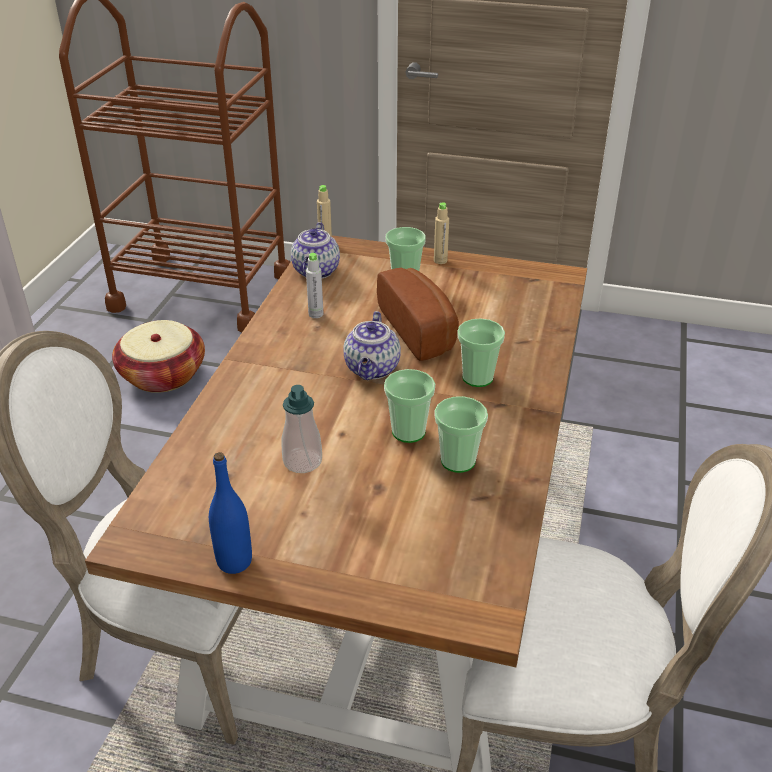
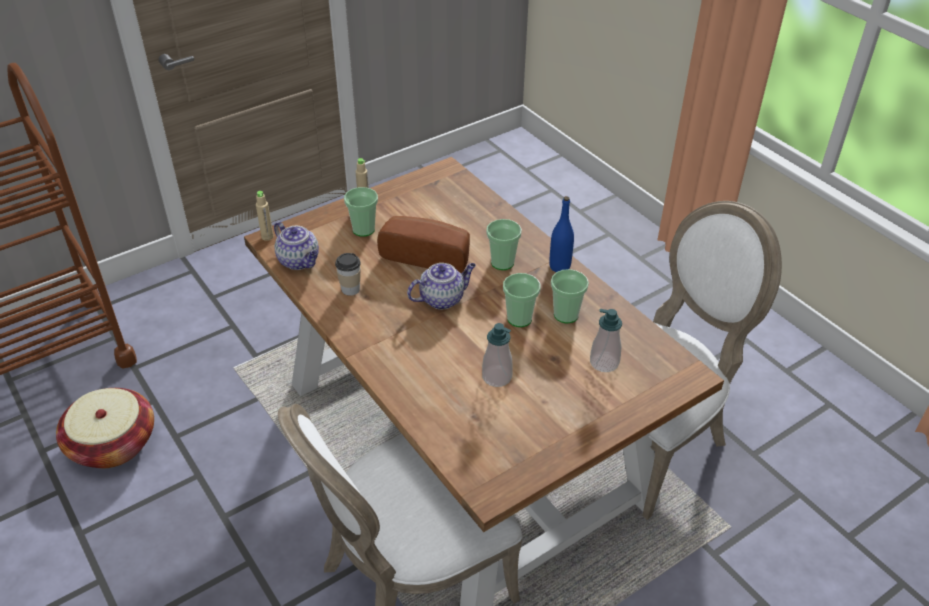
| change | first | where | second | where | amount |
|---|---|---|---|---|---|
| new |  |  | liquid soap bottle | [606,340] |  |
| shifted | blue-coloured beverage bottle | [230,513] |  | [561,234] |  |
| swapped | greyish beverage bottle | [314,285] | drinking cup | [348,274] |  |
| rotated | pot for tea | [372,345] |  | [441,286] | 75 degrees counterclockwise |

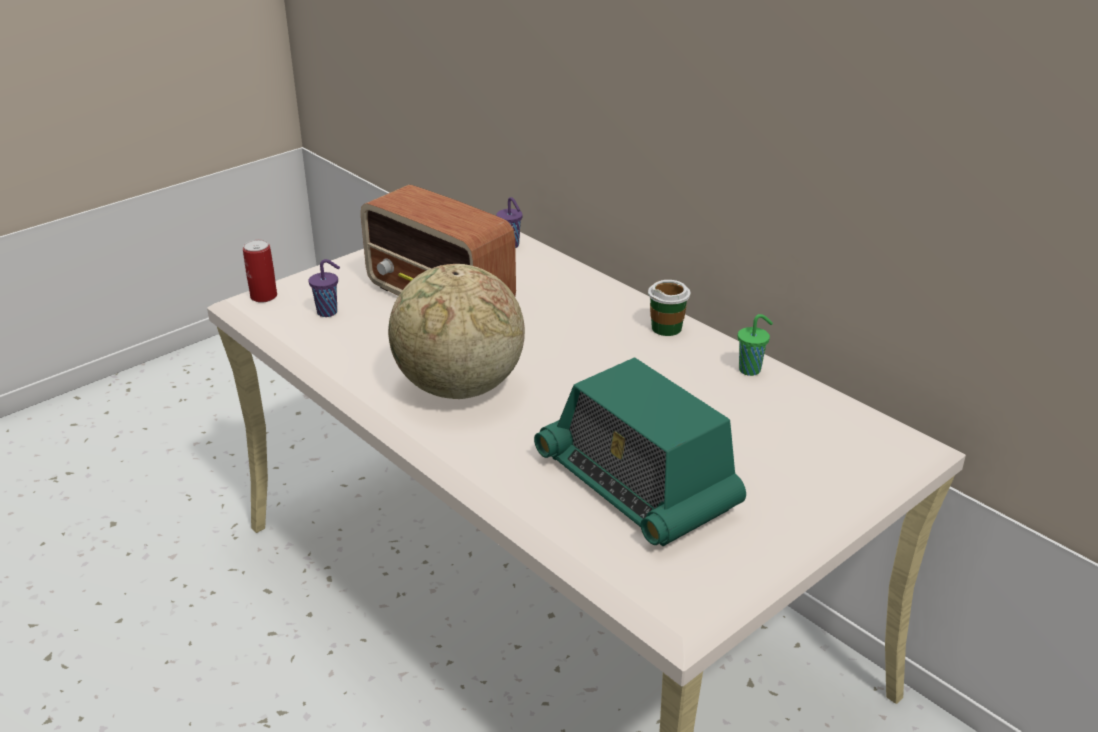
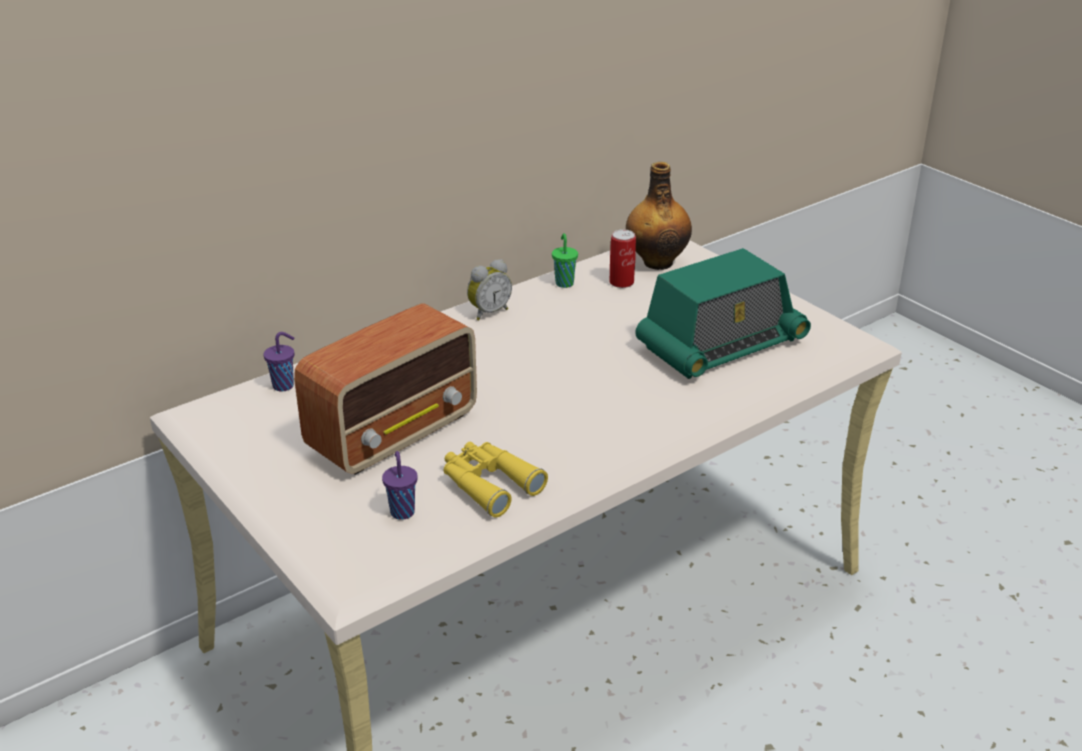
| change | first | where | second | where | amount |
|---|---|---|---|---|---|
| gone | globe | [456,331] |  |  |  |
| new |  |  | yellowish pair of binoculars | [495,480] |  |
| new |  |  | beverage bottle | [659,216] |  |
| shifted | sealed can | [260,271] |  | [622,258] |  |
| swapped | drinking cup | [669,308] | alarm clock | [489,289] |  |

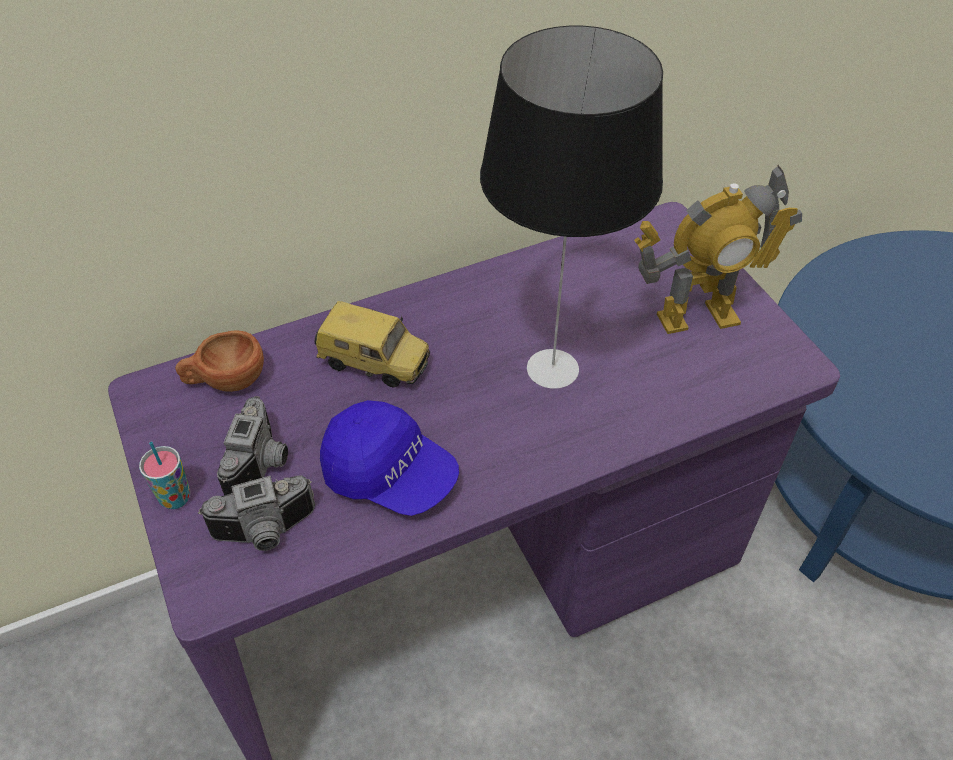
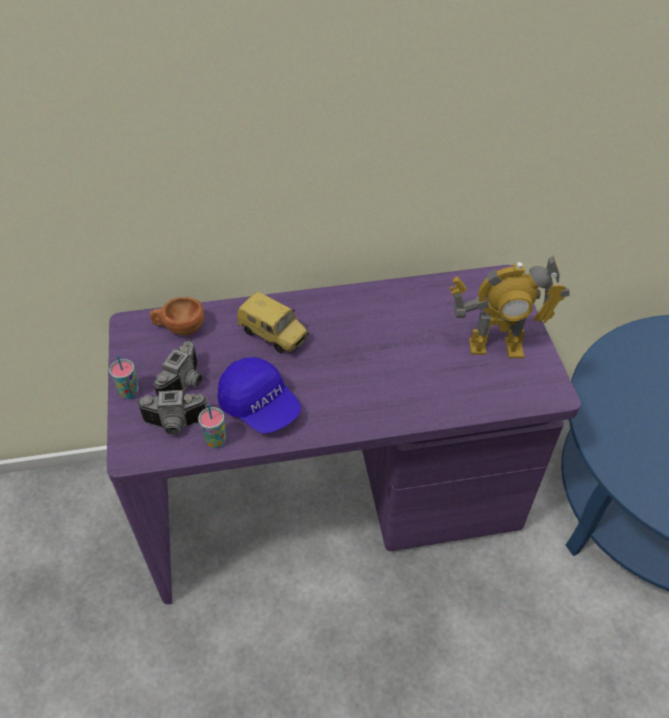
| change | first | where | second | where | amount |
|---|---|---|---|---|---|
| gone | tabletop lamp | [571,207] |  |  |  |
| new |  |  | drinking cup | [212,426] |  |

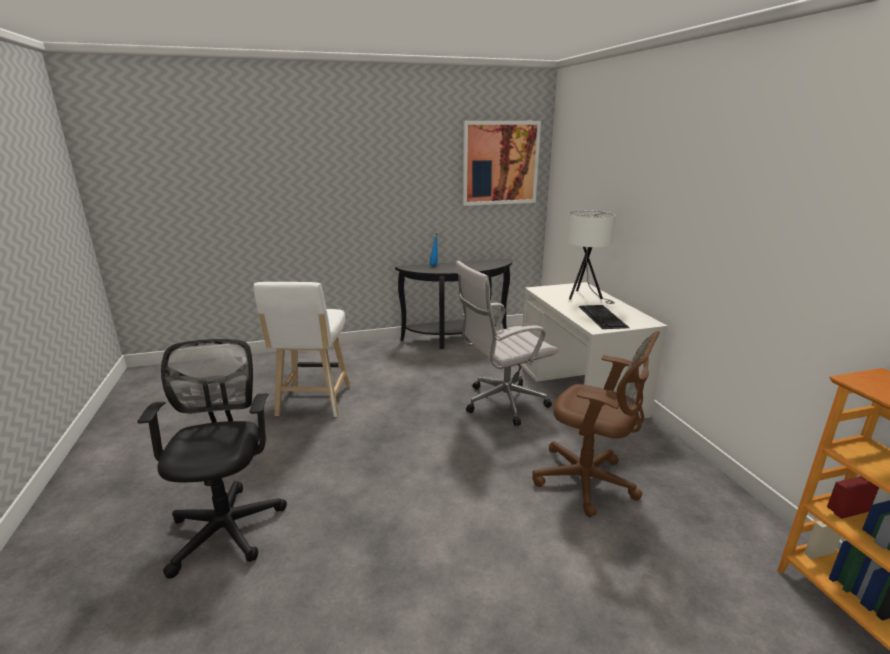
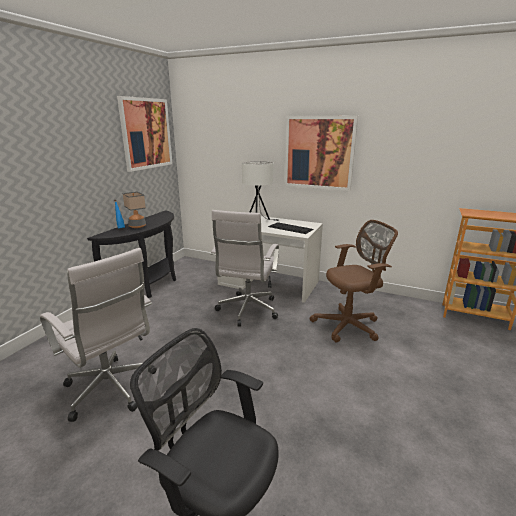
| change | first | where | second | where | amount |
|---|---|---|---|---|---|
| new |  |  | tabletop lamp | [134,210] |  |
| new |  |  | wall picture | [321,153] |  |
| swapped | white-coloured stool | [302,349] | white-coloured computer chair | [98,335] |  |

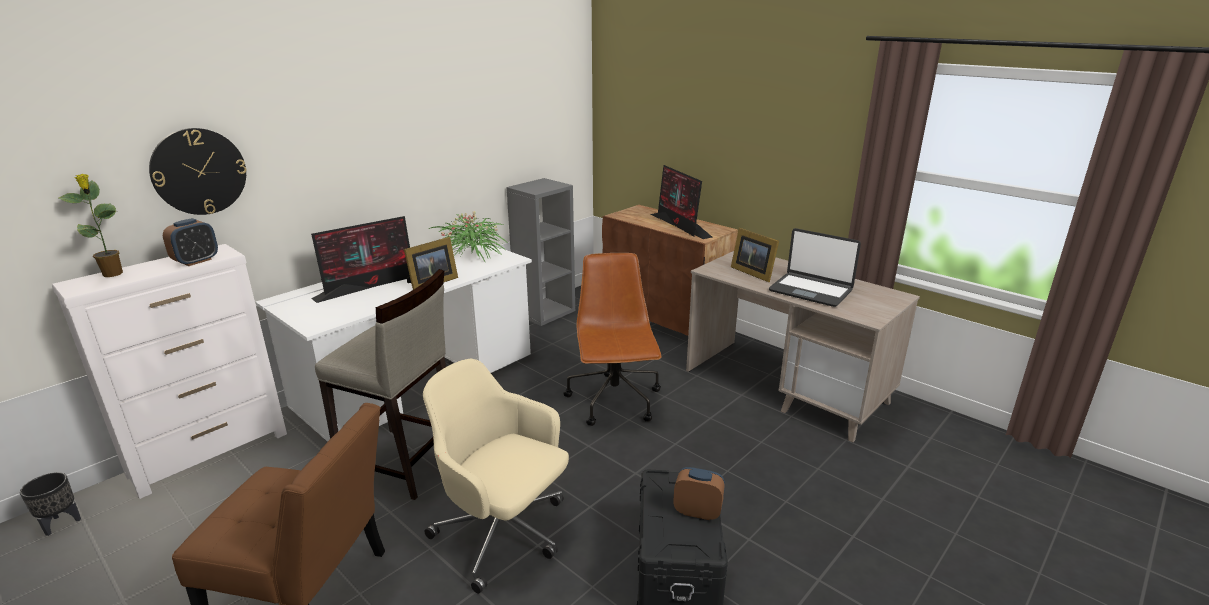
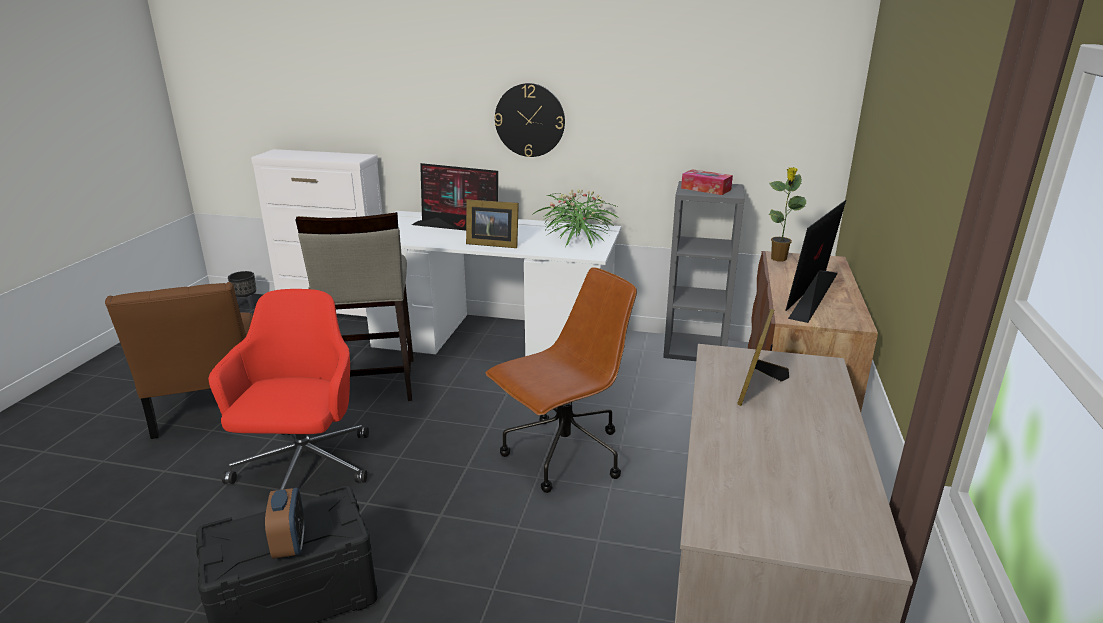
| change | first | where | second | where | amount |
|---|---|---|---|---|---|
| gone | alarm clock | [190,242] |  |  |  |
| gone | portable computer | [815,267] |  |  |  |
| new |  |  | tissue holder | [707,182] |  |
| shifted | potted plant | [91,225] |  | [787,214] |  |
| shifted | wall clock | [197,171] |  | [530,120] |  |
| repainted | beige computer chair | [496,476] | reddish computer chair | [288,389] |  |

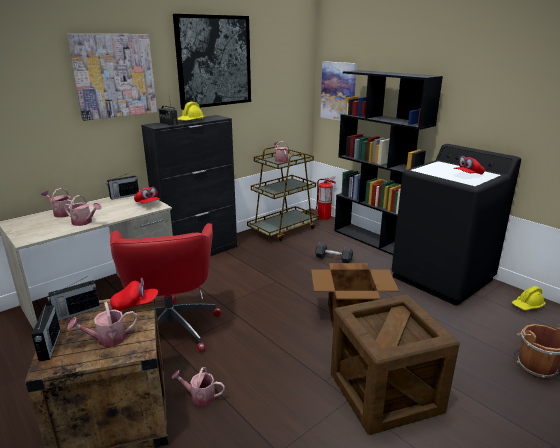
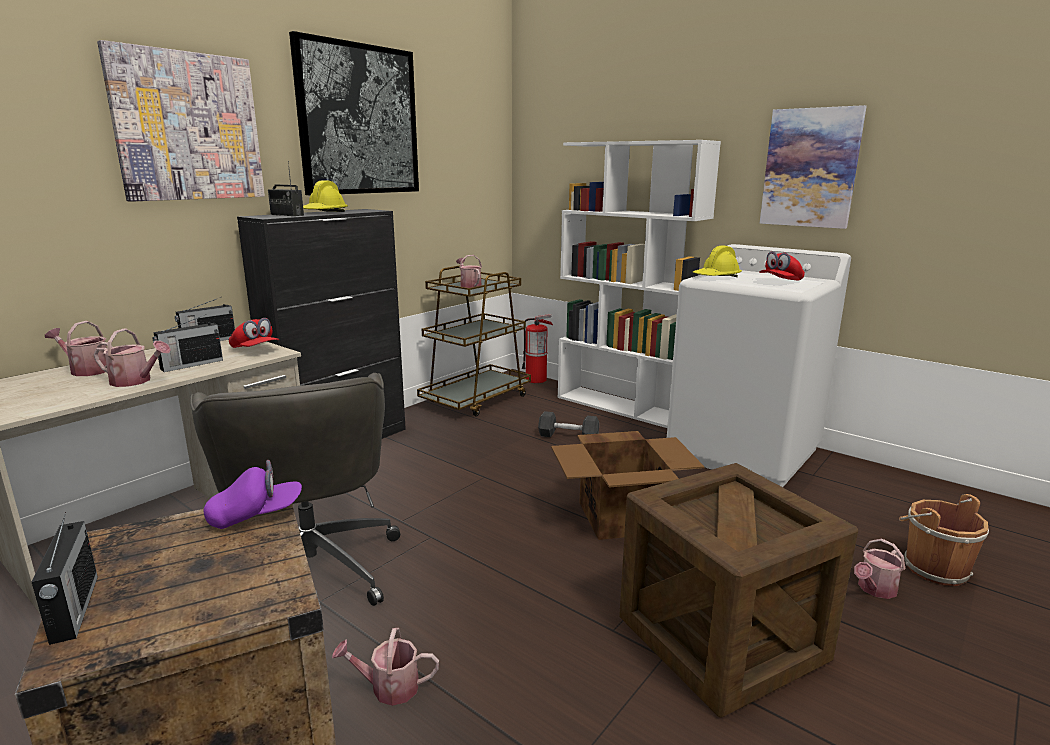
| change | first | where | second | where | amount |
|---|---|---|---|---|---|
| shifted | radio | [73,299] |  | [187,343] |  |
| shifted | watering pot | [102,324] |  | [879,569] |  |
| shifted | wall picture | [338,91] |  | [813,167] |  |
| shifted | yellowish safety helmet | [529,298] |  | [717,261] |  |
| repainted | reddish computer chair | [165,287] | greyish computer chair | [295,489] |  |
| repainted | reddish peaked cap | [134,294] | purplish peaked cap | [253,494] |  |
| repainted | black shelving unit | [388,162] | white-coloured shelving unit | [639,284] |  |
| repainted | black laundry appliance | [456,225] | white-coloured laundry appliance | [759,365] |  |

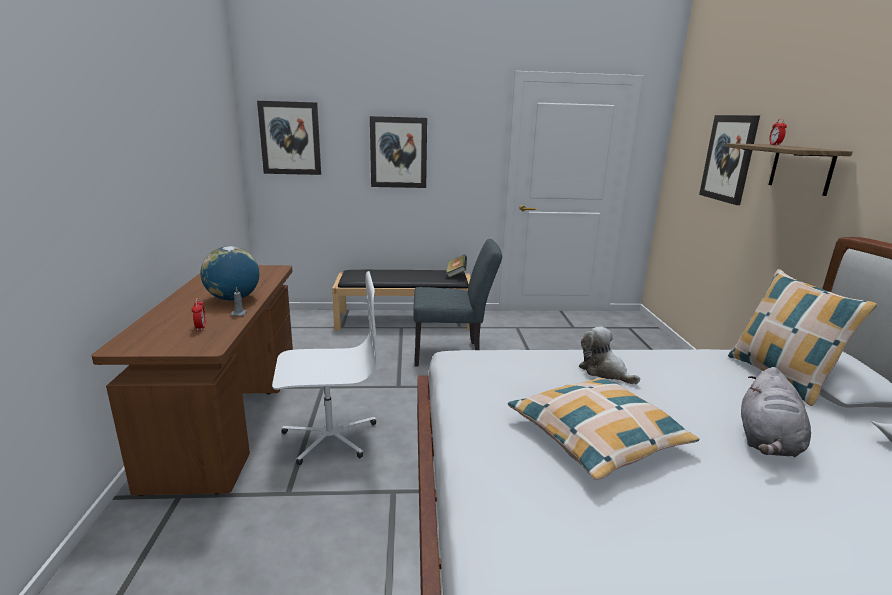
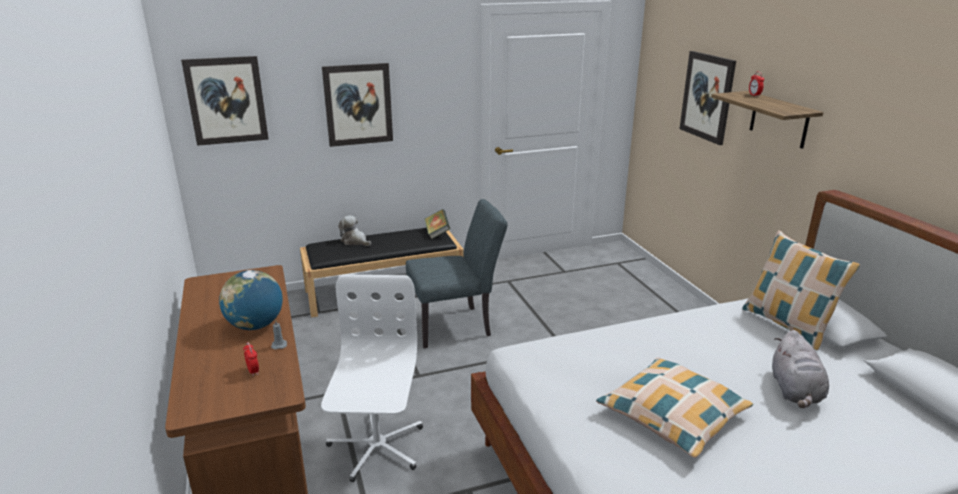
| change | first | where | second | where | amount |
|---|---|---|---|---|---|
| shifted | cuddly toy | [609,355] |  | [354,230] |  |
| rotated | white-coloured computer chair | [325,368] |  | [372,378] | 60 degrees counterclockwise |

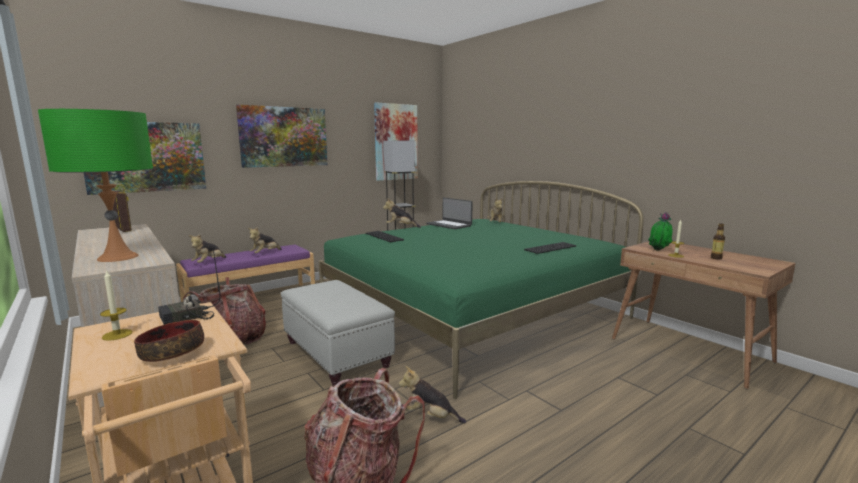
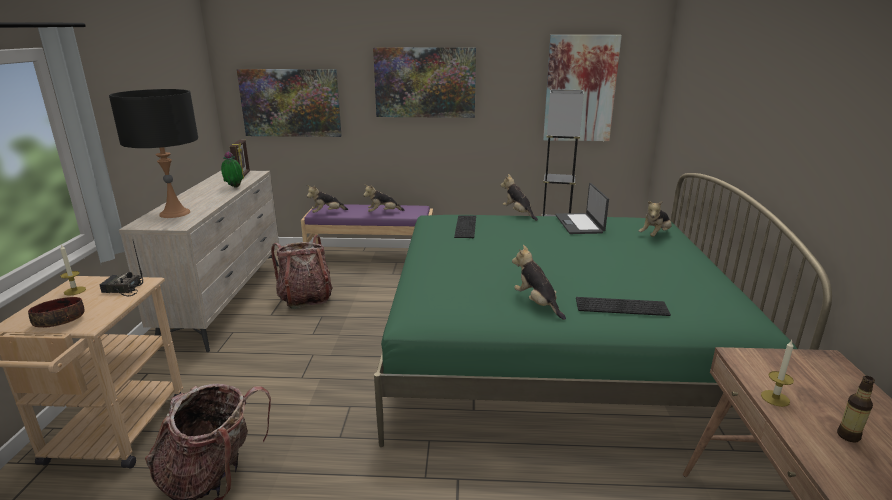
| change | first | where | second | where | amount |
|---|---|---|---|---|---|
| gone | white-coloured ottoman | [338,333] |  |  |  |
| shifted | cuddly toy | [432,394] |  | [539,282] |  |
| shifted | potted plant | [660,231] |  | [232,169] |  |
| repainted | green-coloured tabletop lamp | [95,185] | black tabletop lamp | [153,153] |  |

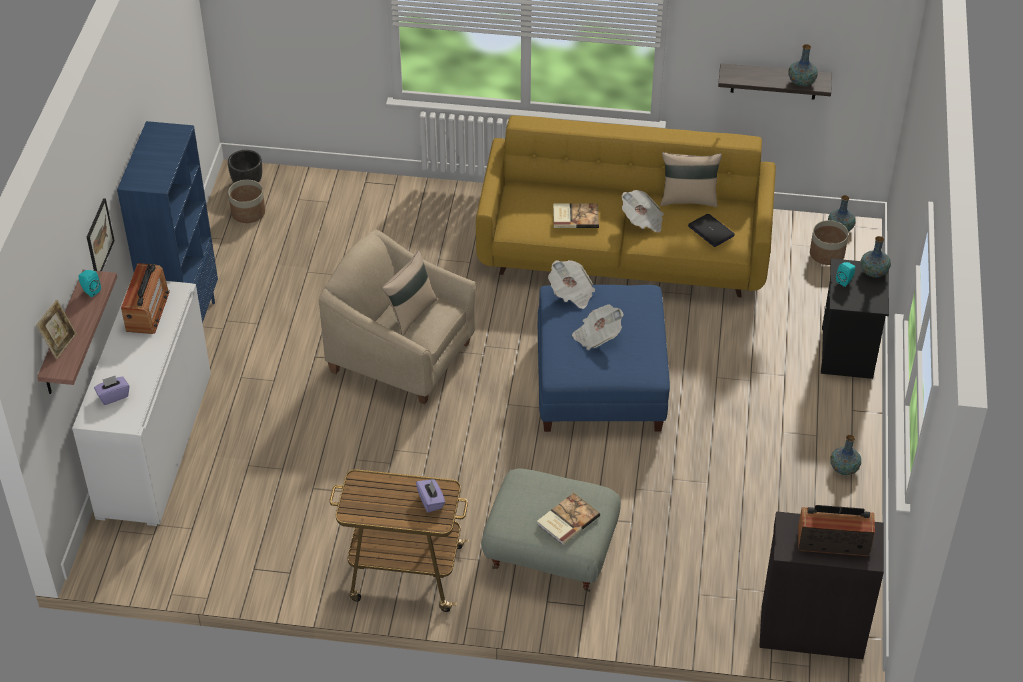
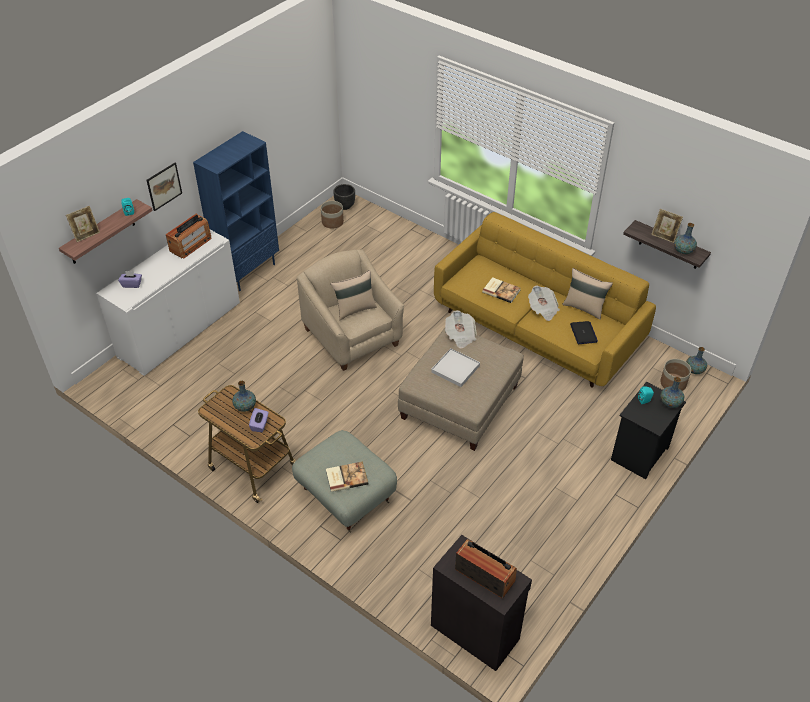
| change | first | where | second | where | amount |
|---|---|---|---|---|---|
| new |  |  | picture frame | [667,226] |  |
| shifted | decorative vase | [845,455] |  | [244,396] |  |
| swapped | printed paper | [598,327] | white-coloured carrying tray | [455,367] |  |
| repainted | blue-coloured ottoman | [604,358] | beige ottoman | [461,389] |  |

